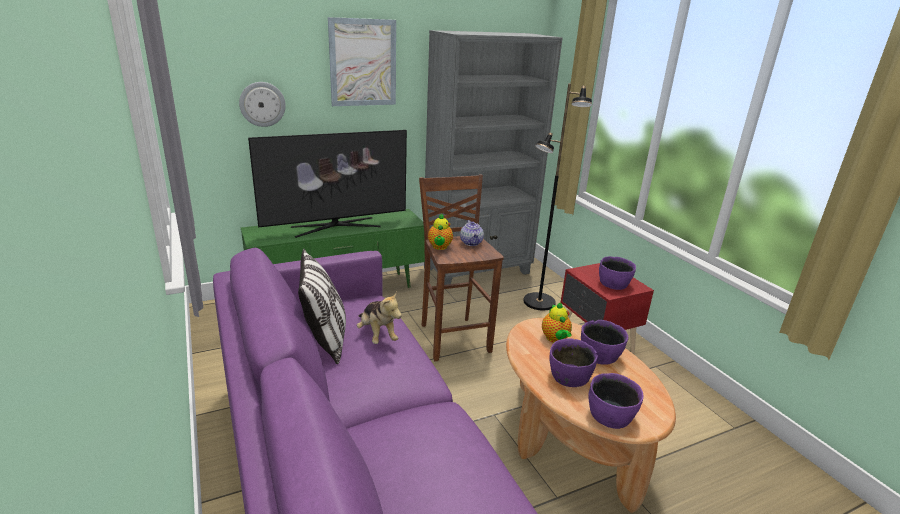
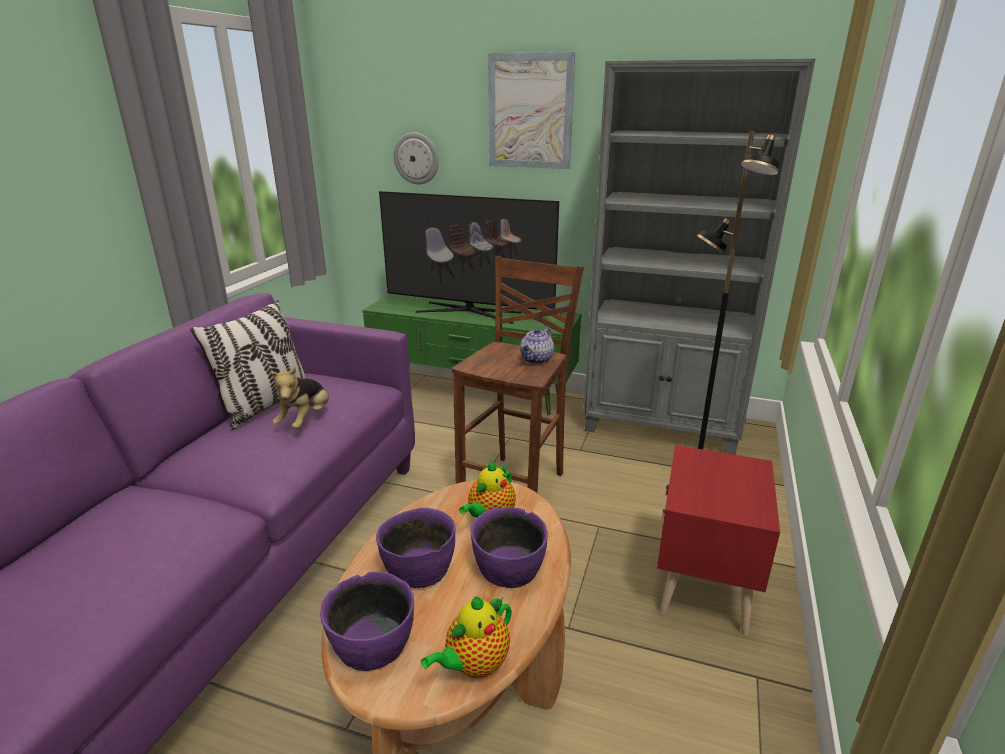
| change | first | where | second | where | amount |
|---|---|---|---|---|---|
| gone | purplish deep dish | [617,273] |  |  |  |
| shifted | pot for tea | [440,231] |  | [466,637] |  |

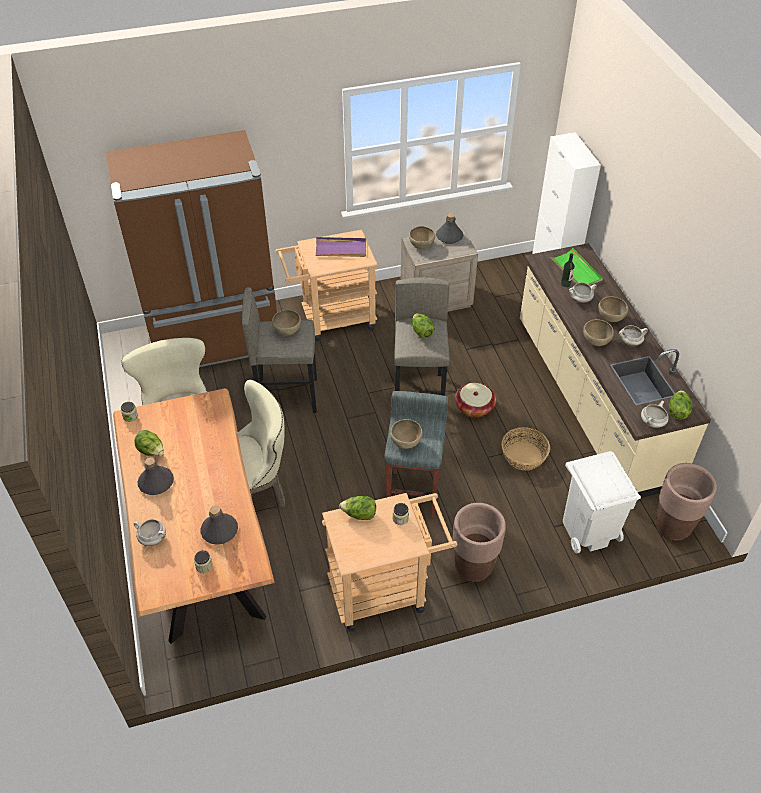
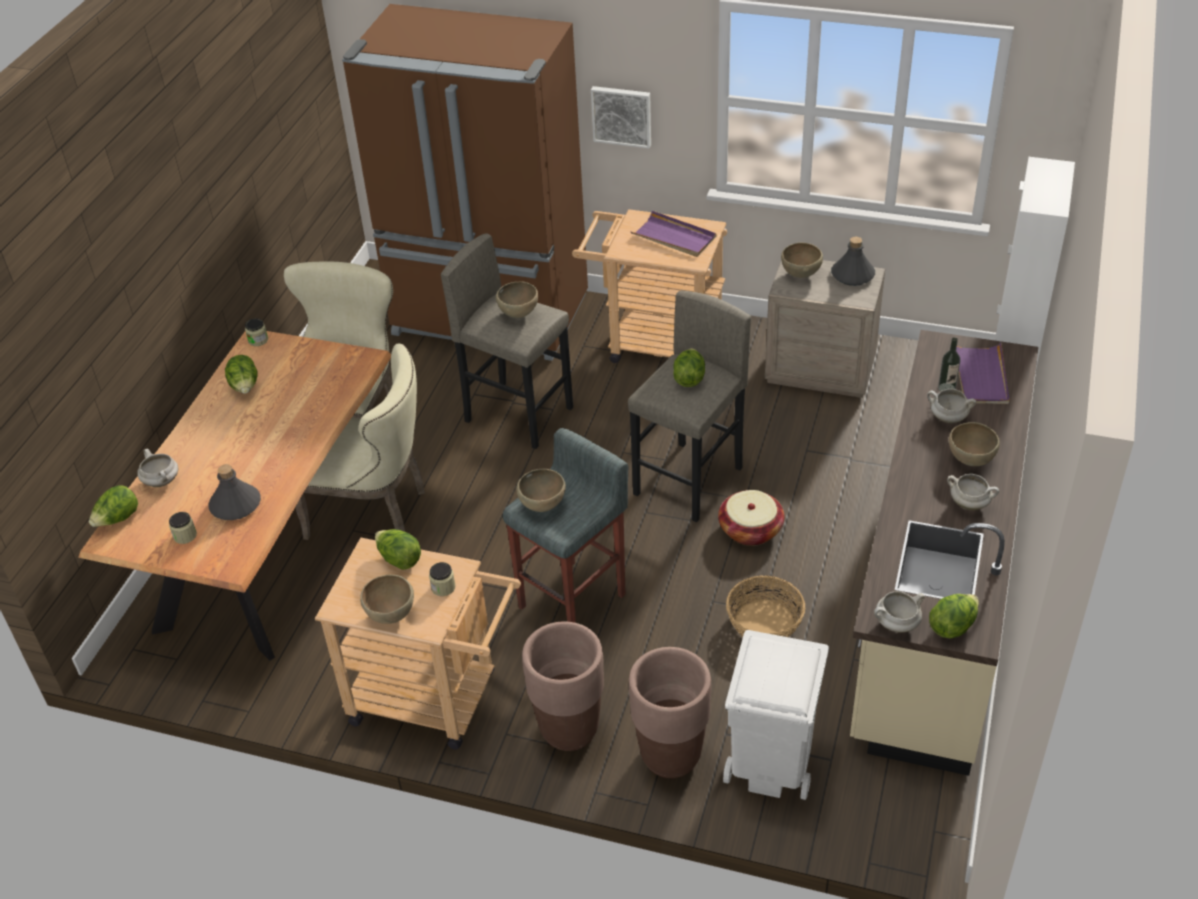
| change | first | where | second | where | amount |
|---|---|---|---|---|---|
| gone | greyish beverage bottle | [156,476] |  |  |  |
| new |  |  | lettuce head | [113,506] |  |
| new |  |  | wall picture | [621,117] |  |
| shifted | brownish deep dish | [598,332] |  | [387,599] |  |
| shifted | brownish planter | [686,502] |  | [670,712] |  |
| repainted | green-coloured carrying tray | [576,266] | purplish carrying tray | [982,373] |  |

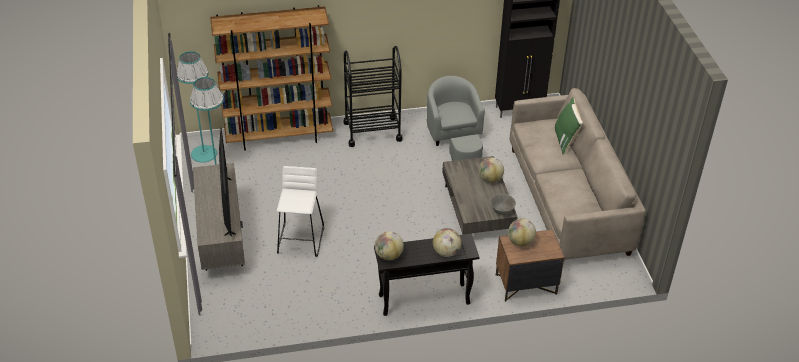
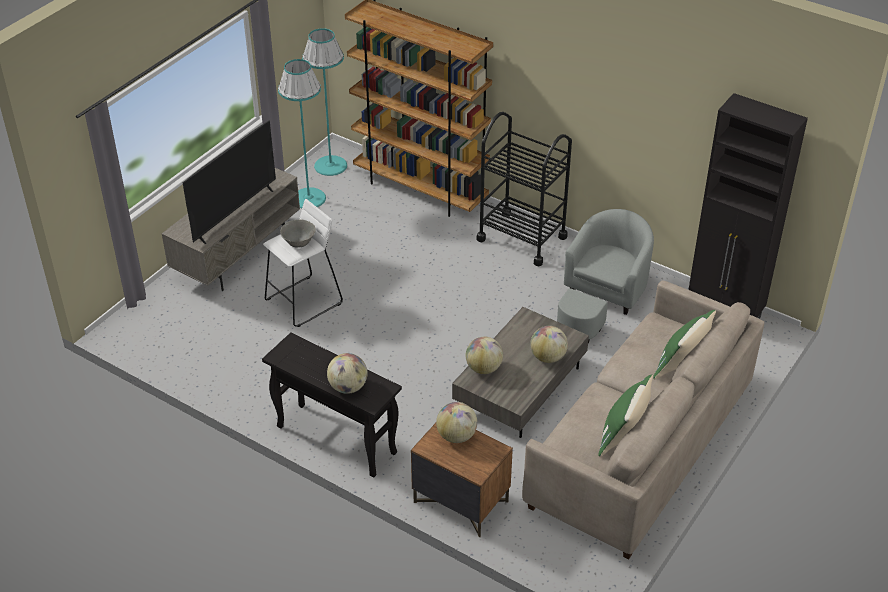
| change | first | where | second | where | amount |
|---|---|---|---|---|---|
| new |  |  | green-coloured pillow | [625,415] |  |
| shifted | globe | [389,245] |  | [484,355] |  |
| shifted | greyish deep dish | [503,204] |  | [298,233] |  |

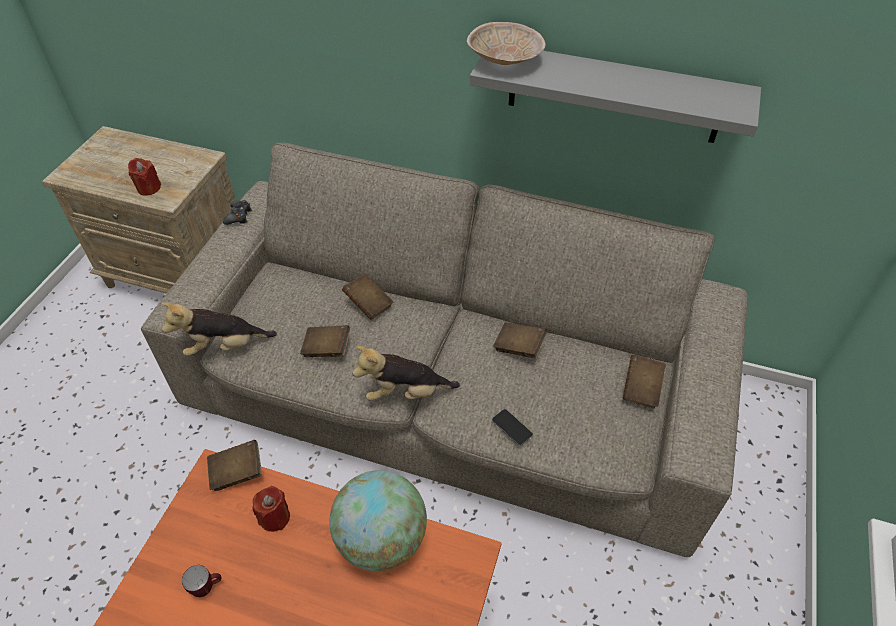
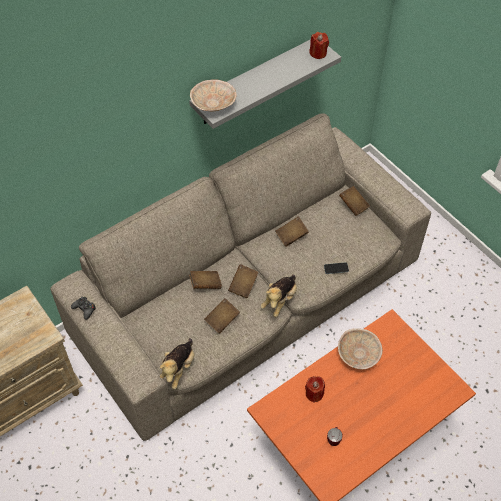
| change | first | where | second | where | amount |
|---|---|---|---|---|---|
| shifted | reddish candle | [144,177] |  | [319,45] |  |
| shifted | brownish volume | [234,465] |  | [243,281] |  |
| swapped | globe | [378,520] | beige deep dish | [360,348] |  |

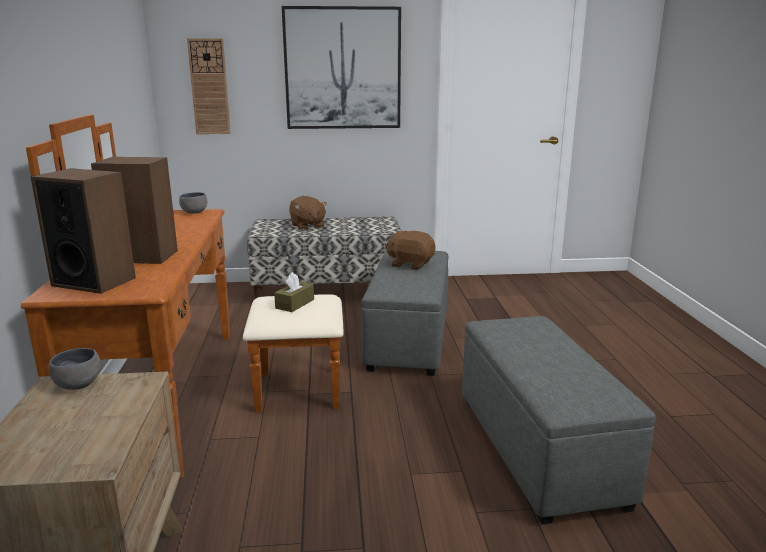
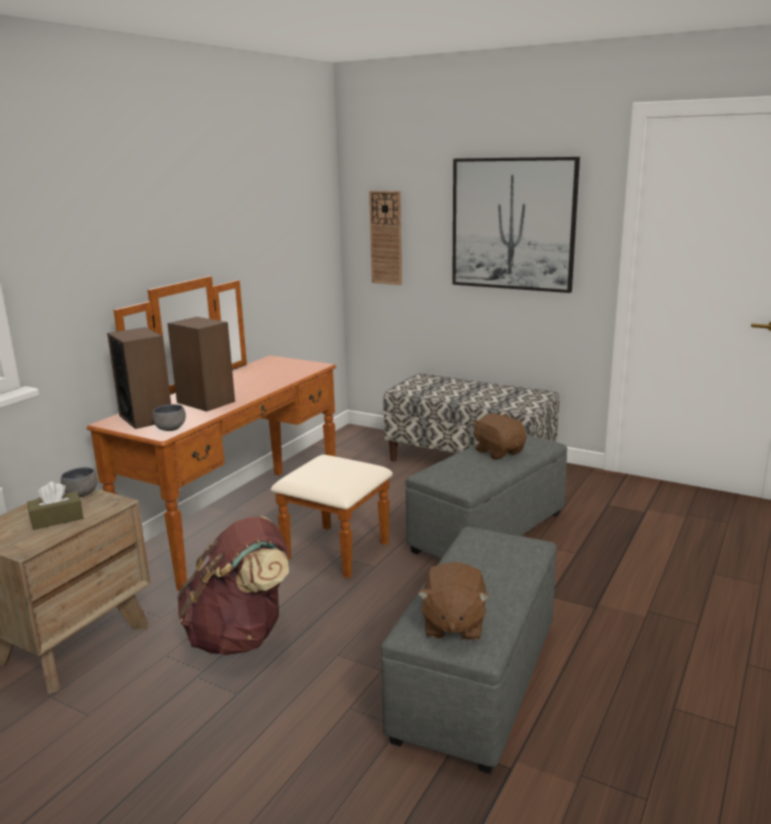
| change | first | where | second | where | amount |
|---|---|---|---|---|---|
| new |  |  | brownish backpack | [233,585] |  |
| shifted | greyish deep dish | [193,203] |  | [169,417] |  |
| shifted | brownish tissue holder | [294,292] |  | [55,506] |  |
| shifted | brownish cuddly toy | [308,213] |  | [454,601] |  |

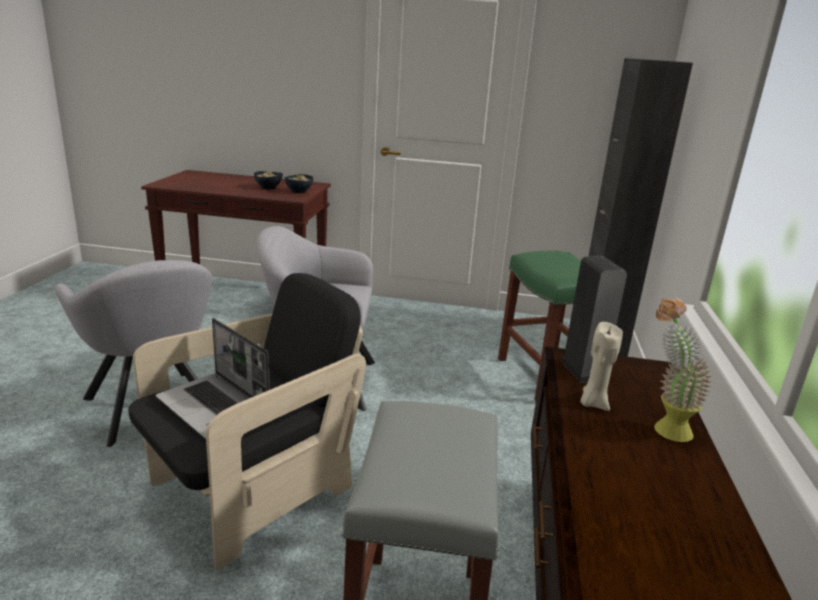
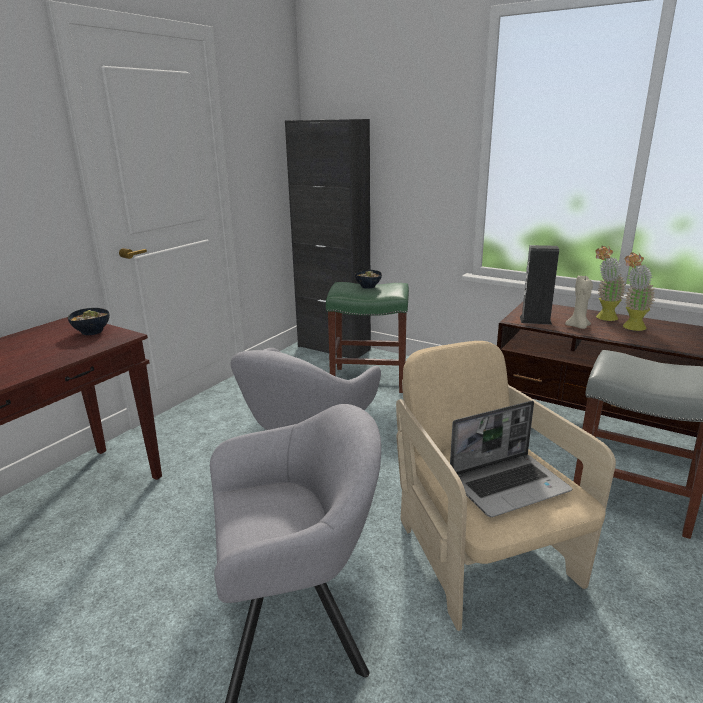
| change | first | where | second | where | amount |
|---|---|---|---|---|---|
| new |  |  | potted plant | [639,291] |  |
| shifted | deep dish | [268,180] |  | [368,279] |  |
| repainted | black lounge chair | [247,421] | beige lounge chair | [506,486] |  |

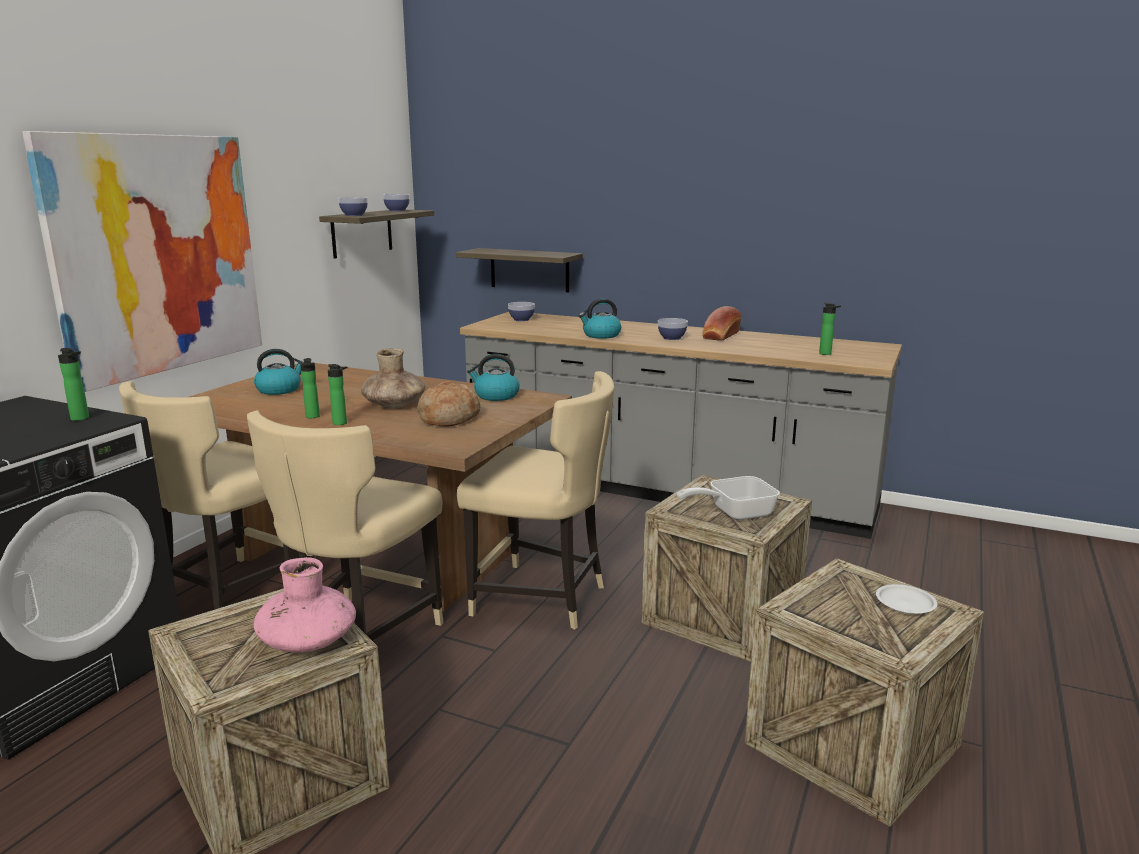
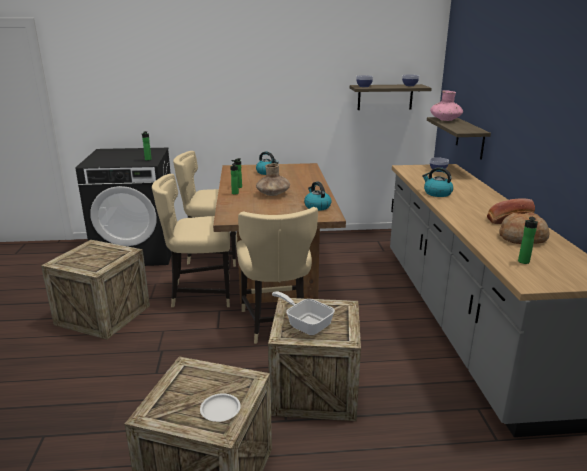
| change | first | where | second | where | amount |
|---|---|---|---|---|---|
| gone | wall picture | [142,261] |  |  |  |
| gone | deep dish | [673,329] |  |  |  |
| shifted | pink-coloured decorative vase | [305,604] |  | [446,105] |  |
| shifted | bread | [448,404] |  | [524,228] |  |

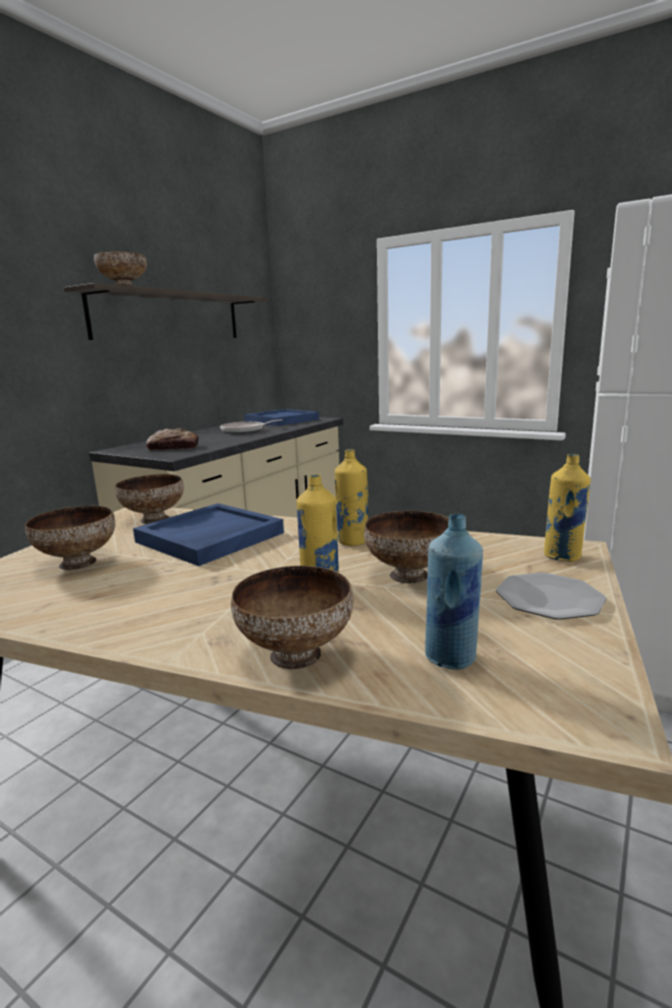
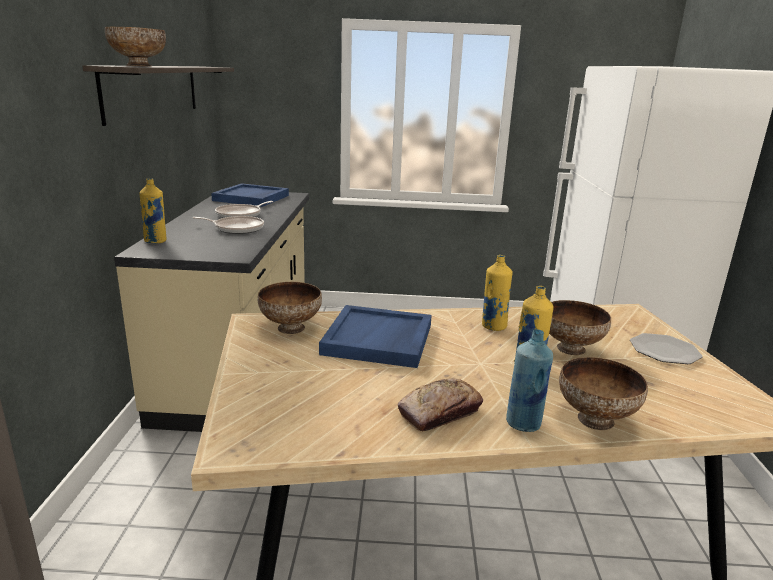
| change | first | where | second | where | amount |
|---|---|---|---|---|---|
| gone | deep dish | [70,538] |  |  |  |
| new |  |  | skillet | [228,225] |  |
| shifted | bread | [172,439] |  | [440,405] |  |
| shifted | blue-coloured beverage bottle | [454,592] |  | [529,380] |  |
| shifted | yellowish beverage bottle | [567,508] |  | [153,210] |  |

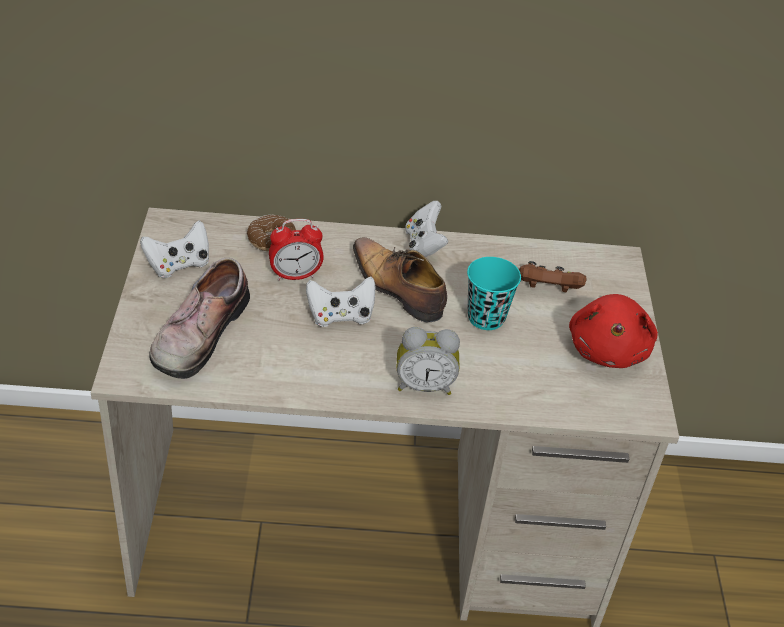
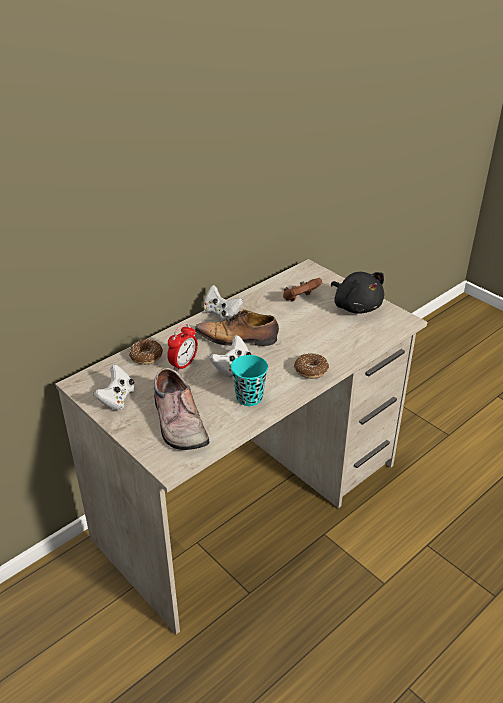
| change | first | where | second | where | amount |
|---|---|---|---|---|---|
| shifted | blue-green drinking cup | [494,293] |  | [249,380] |  |
| swapped | alarm clock | [428,361] | donut | [311,366] |  |
| repainted | reddish cuddly toy | [613,331] | black cuddly toy | [357,293] |  |

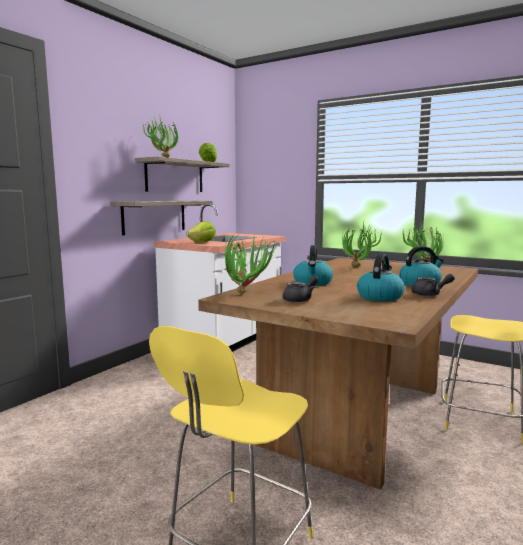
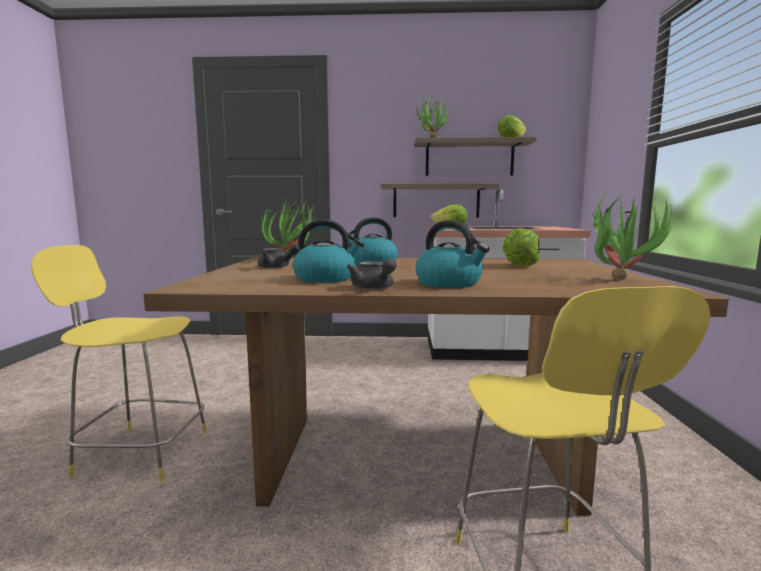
| change | first | where | second | where | amount |
|---|---|---|---|---|---|
| swapped | potted plant | [362,245] | lettuce head | [521,247] |  |

